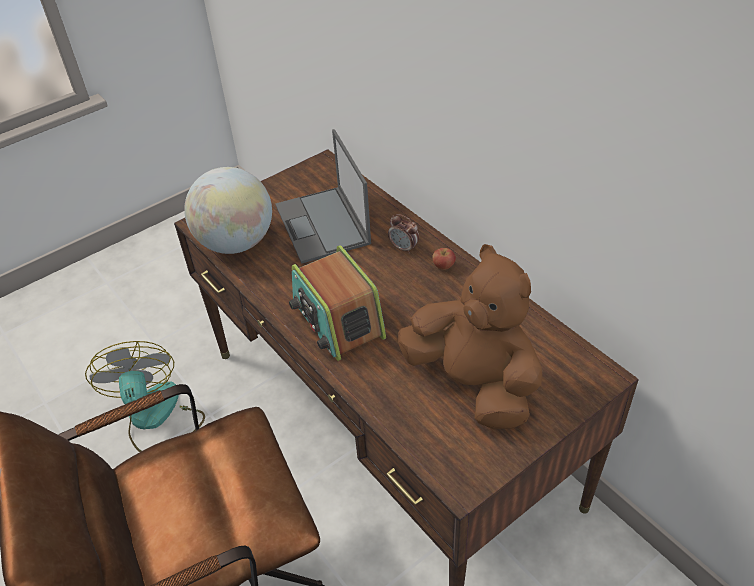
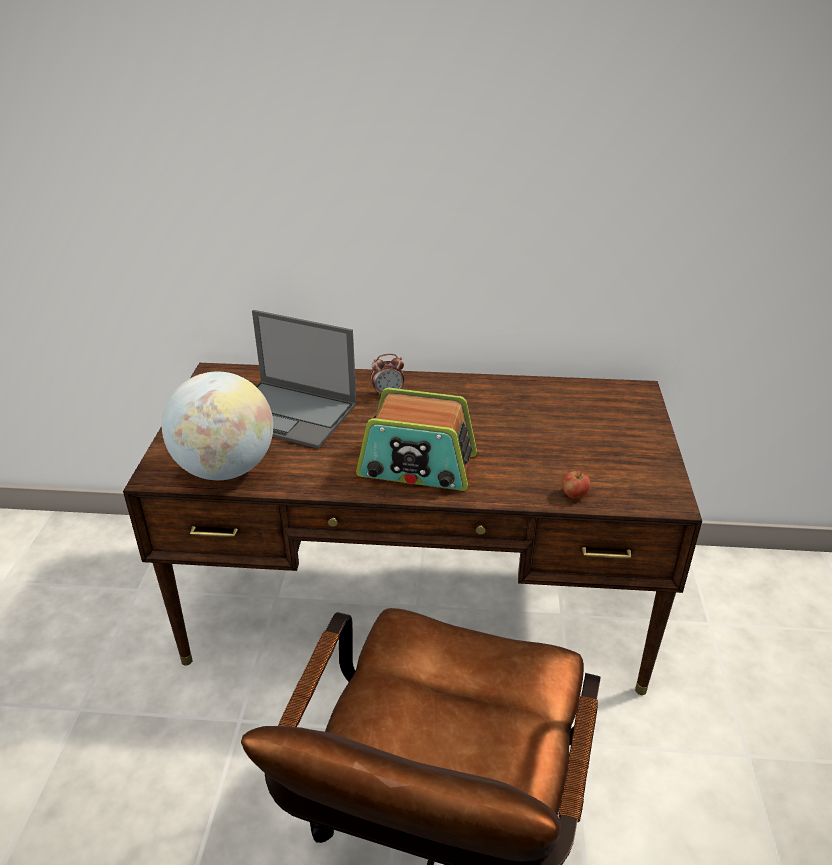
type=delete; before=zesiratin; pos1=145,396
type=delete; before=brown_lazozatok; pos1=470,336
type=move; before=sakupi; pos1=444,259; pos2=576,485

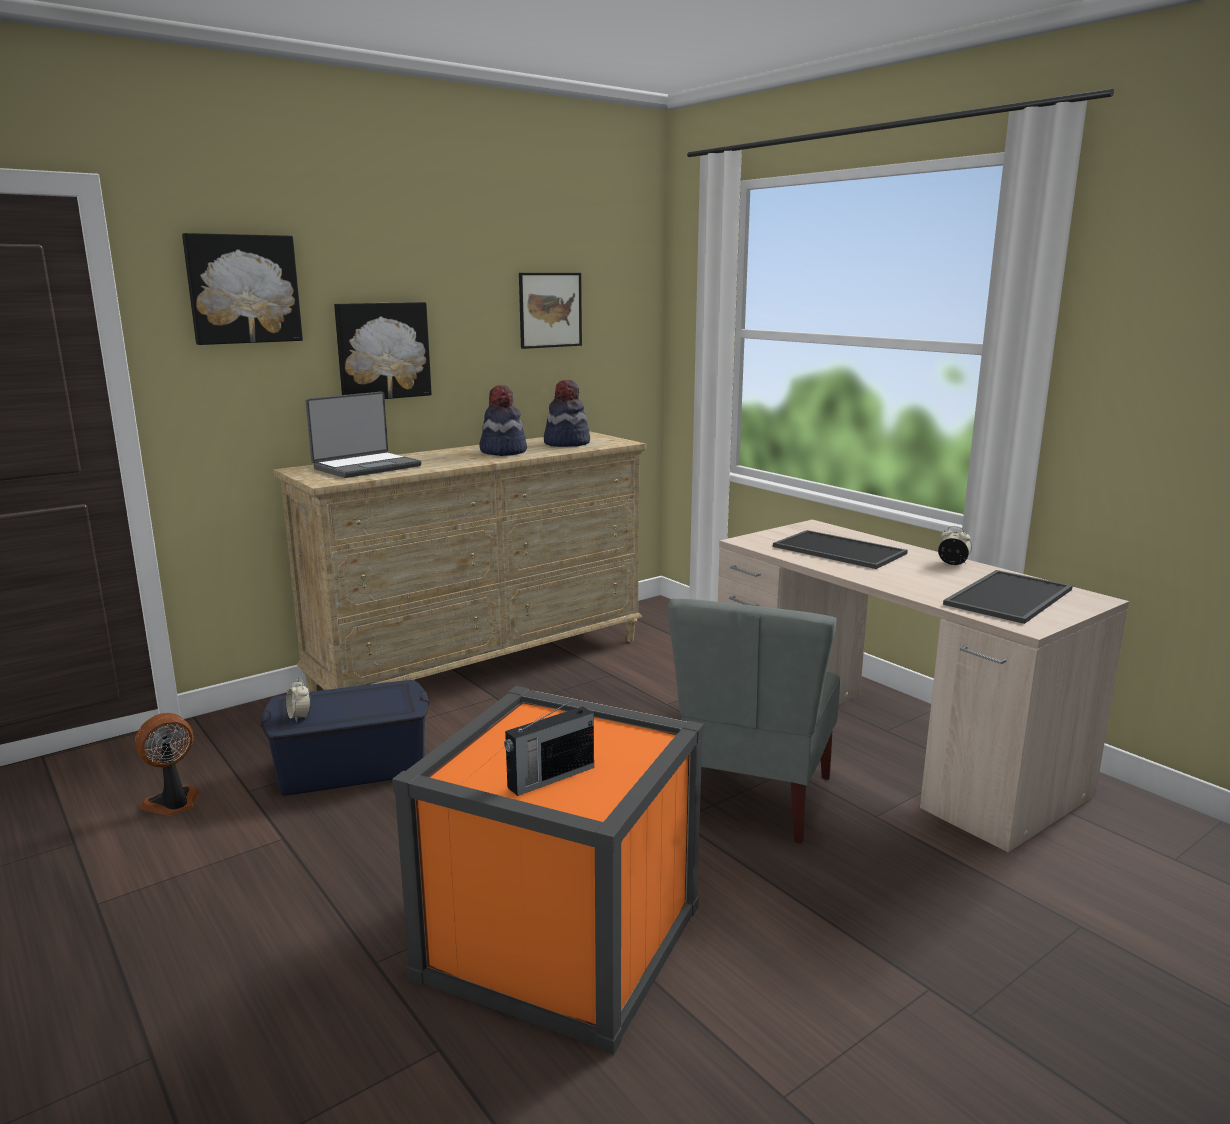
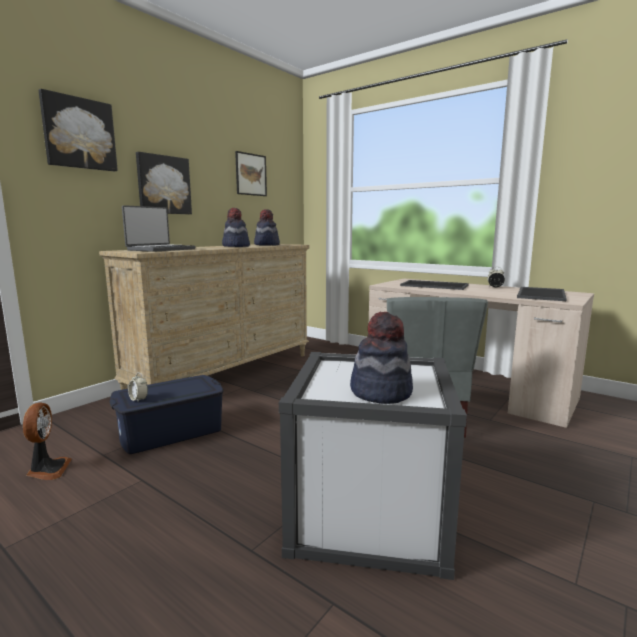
type=rotate; before=zesiratin; pos1=166,764; pos2=47,441; turn=135
type=recolor; before=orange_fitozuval; after=white_fitozuval; pos1=548,870; pos2=373,466
type=replace; before=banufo; after=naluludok; pos1=549,746; pos2=381,357

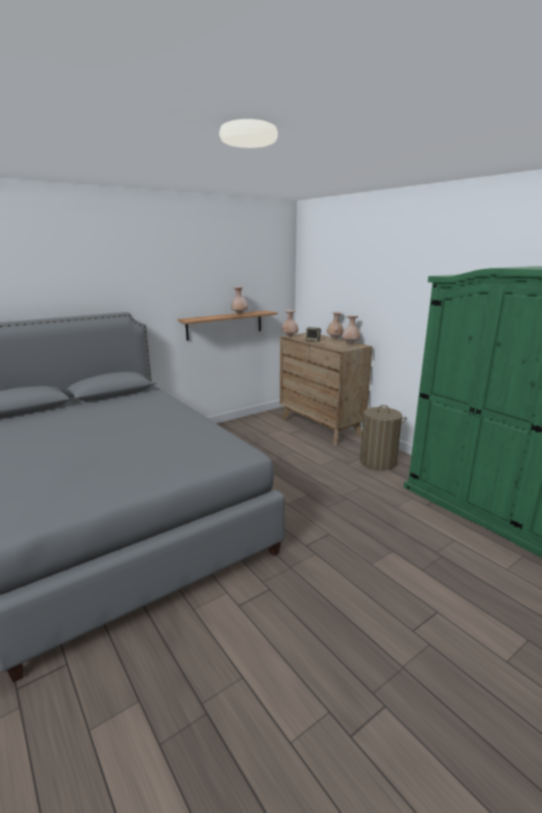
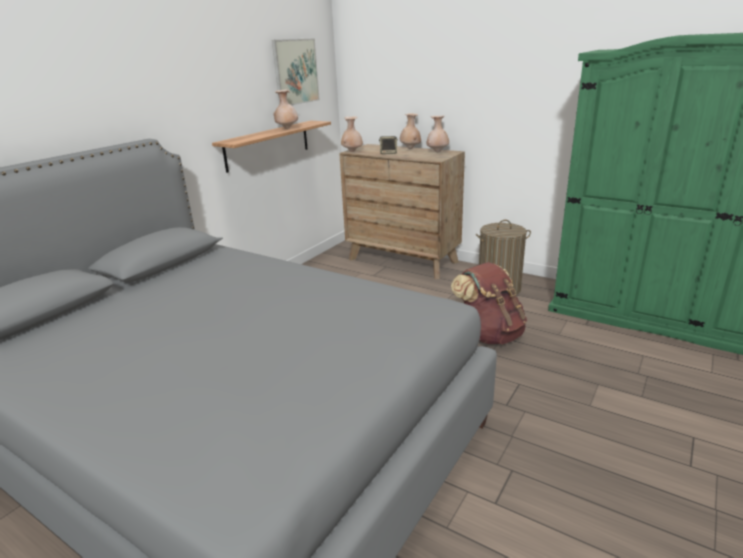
type=insert; after=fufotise; pos2=296,72
type=insert; after=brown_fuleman; pos2=489,303

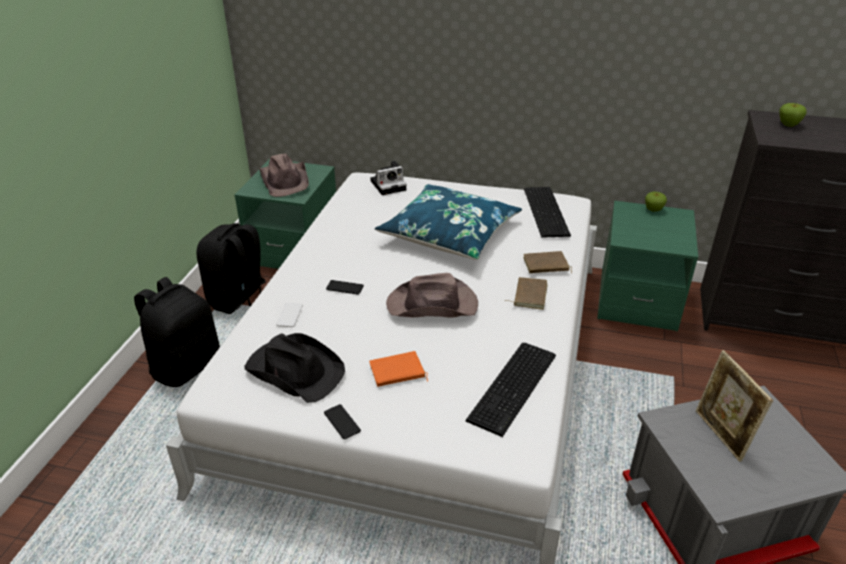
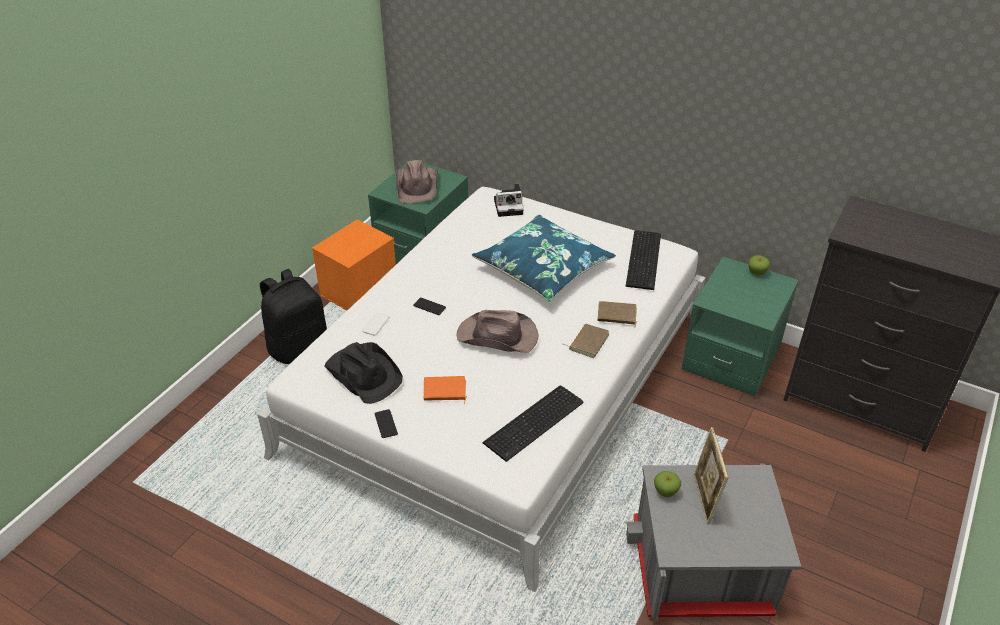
type=replace; before=black_fuleman; after=orange_fitozuval; pos1=231,268; pos2=354,265
type=move; before=sakupi; pos1=793,115; pos2=667,484

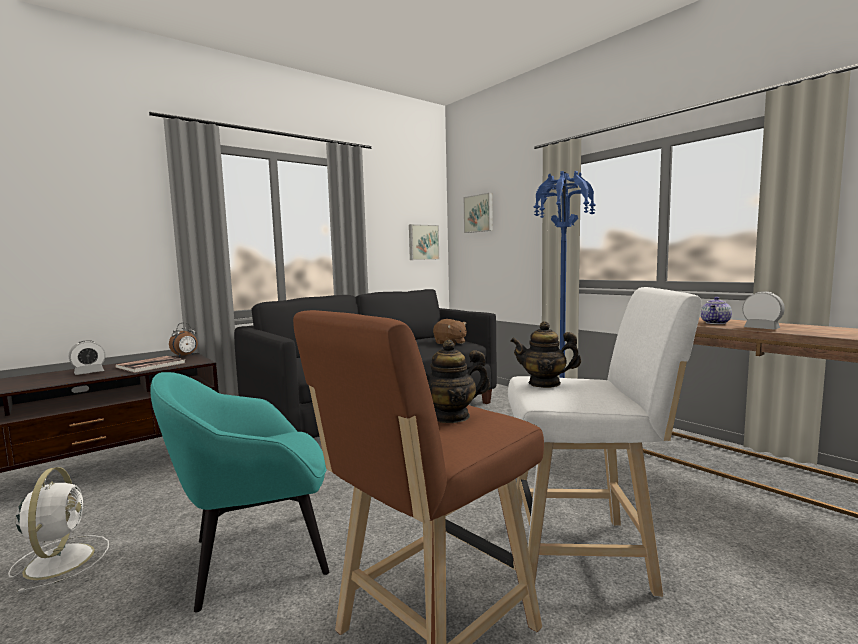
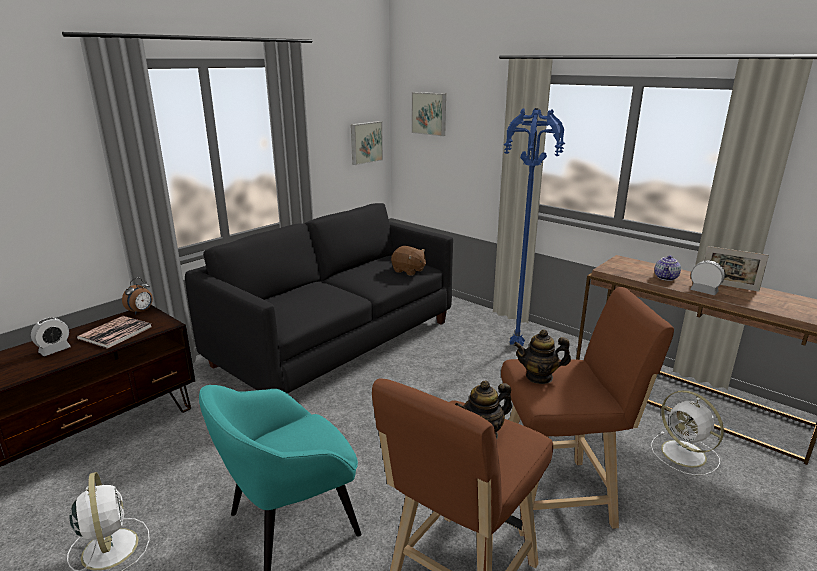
type=recolor; before=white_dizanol; after=brown_dizanol; pos1=604,442; pos2=587,411
type=insert; after=white_zesiratin; pos2=687,433
type=insert; after=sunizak; pos2=736,269

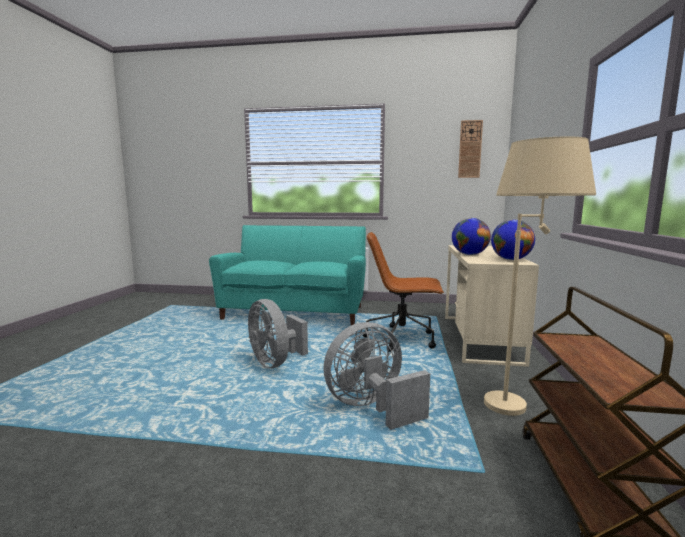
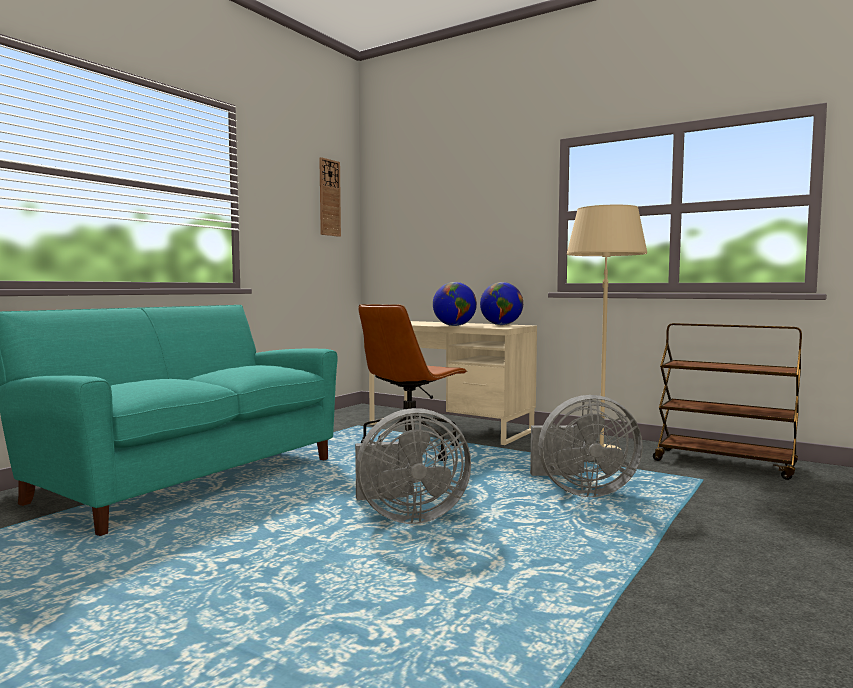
type=rotate; before=grey_zesiratin; pos1=376,376; pos2=586,446; turn=-90

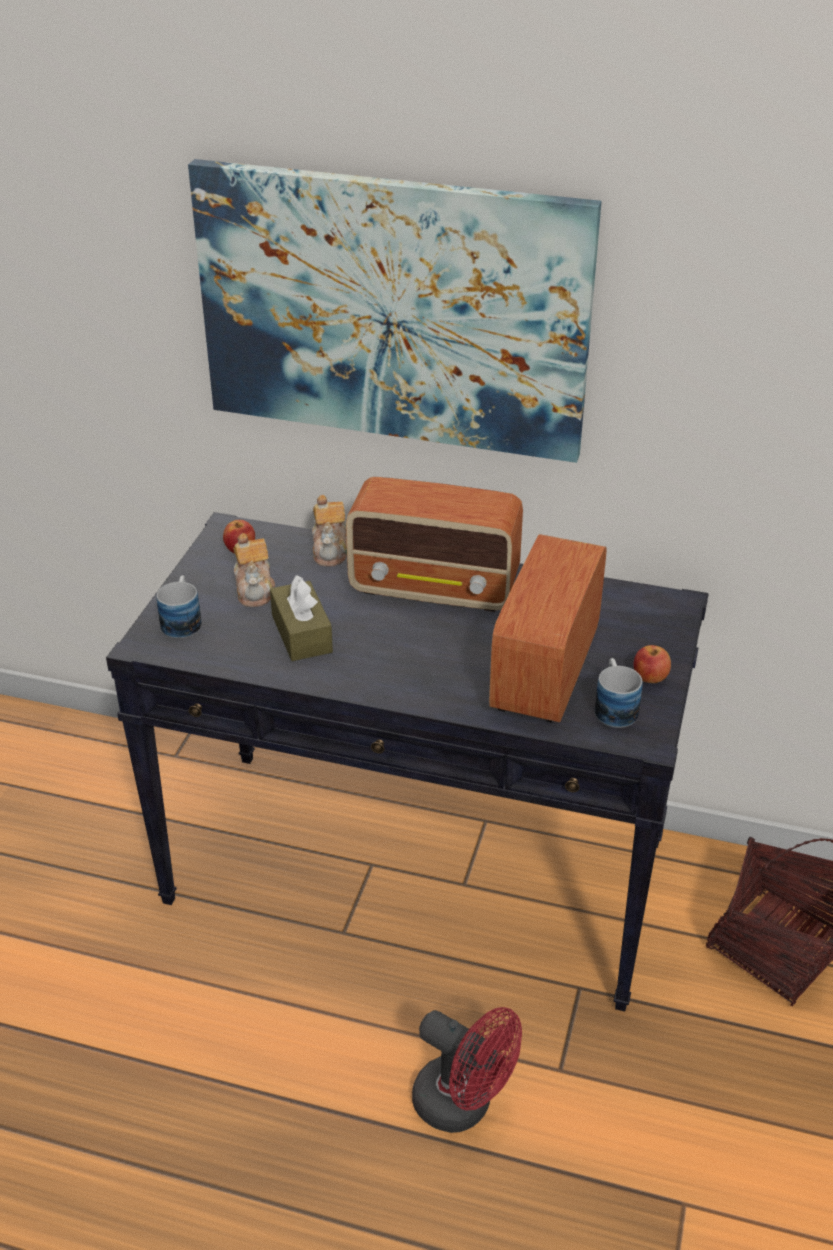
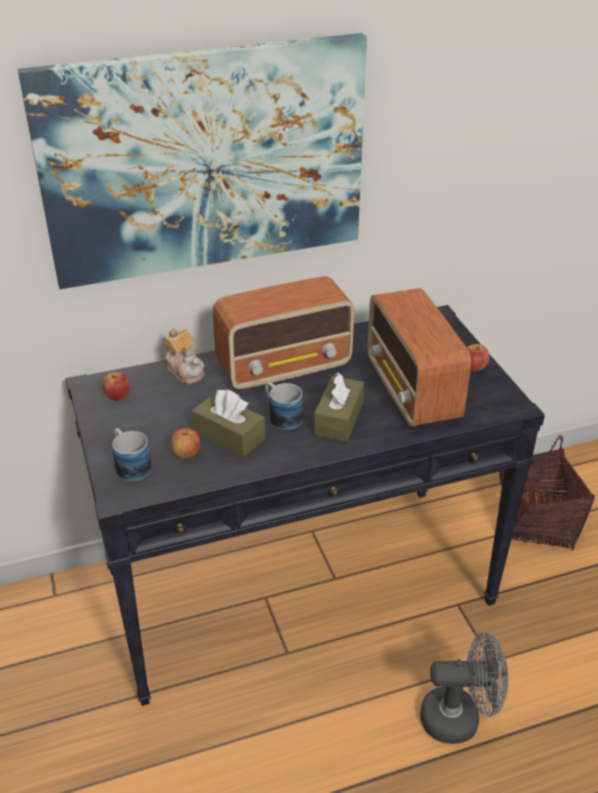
type=delete; before=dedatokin; pos1=254,570
type=recolor; before=red_zesiratin; after=grey_zesiratin; pos1=467,1070; pos2=464,688
type=move; before=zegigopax; pos1=619,693; pos2=284,406
type=insert; after=sakupi; pos2=185,443
type=insert; after=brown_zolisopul; pos2=339,407

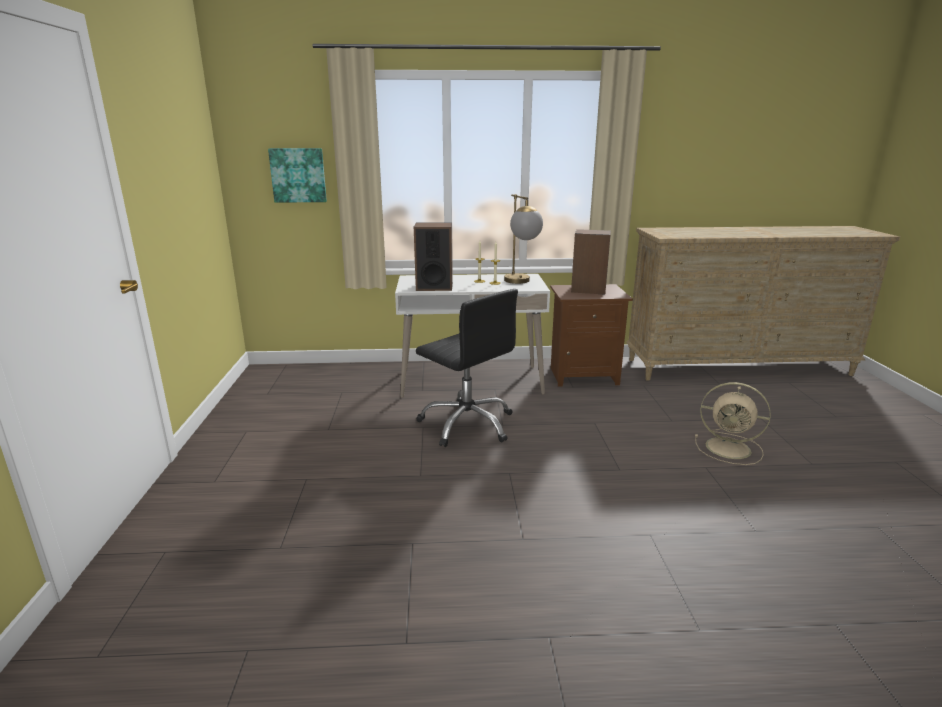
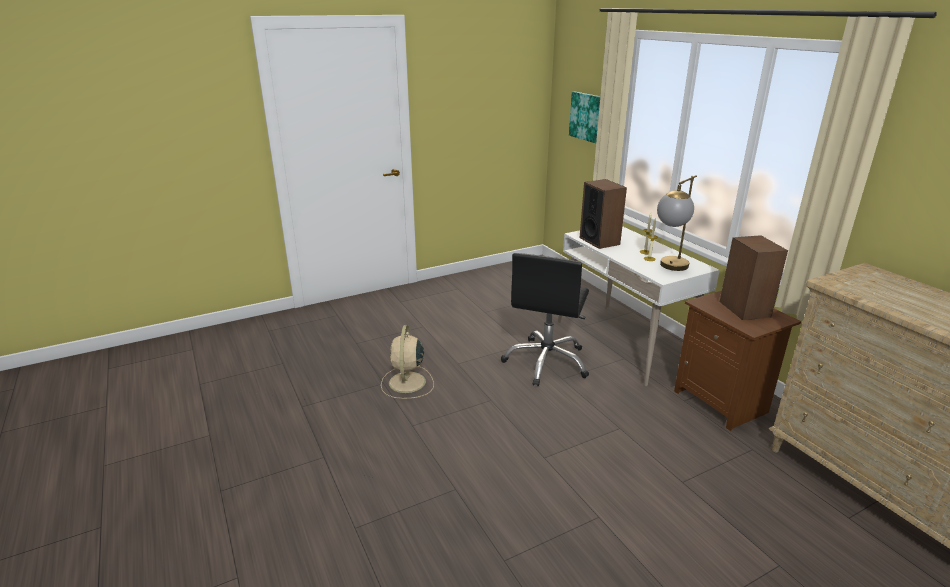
type=move; before=beige_zesiratin; pos1=733,423; pos2=407,362

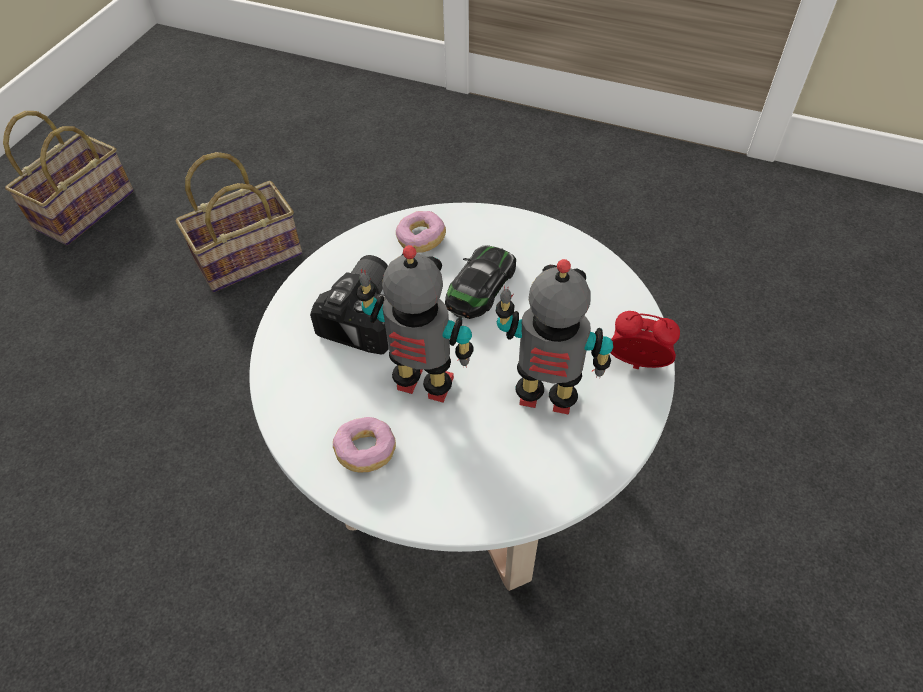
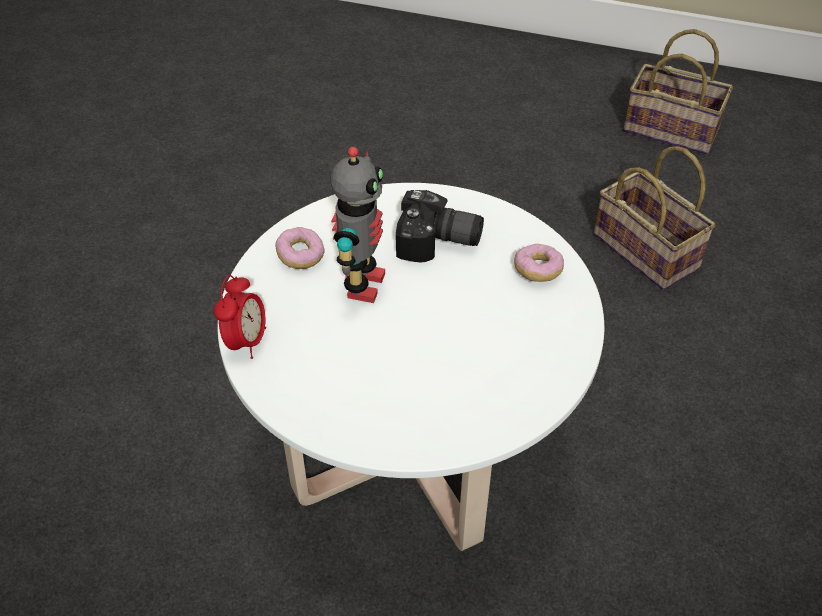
type=delete; before=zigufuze; pos1=480,282
type=delete; before=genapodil; pos1=554,337
type=move; before=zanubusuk; pos1=645,340; pos2=240,317

